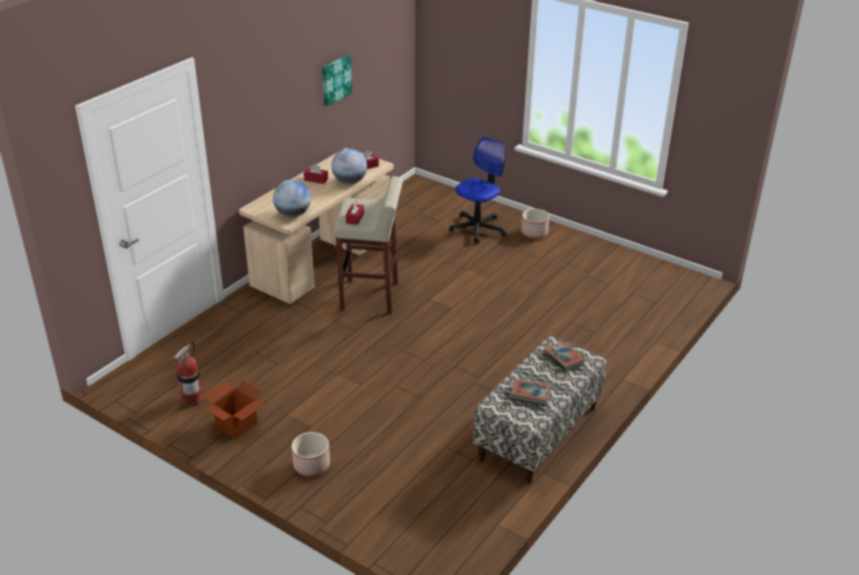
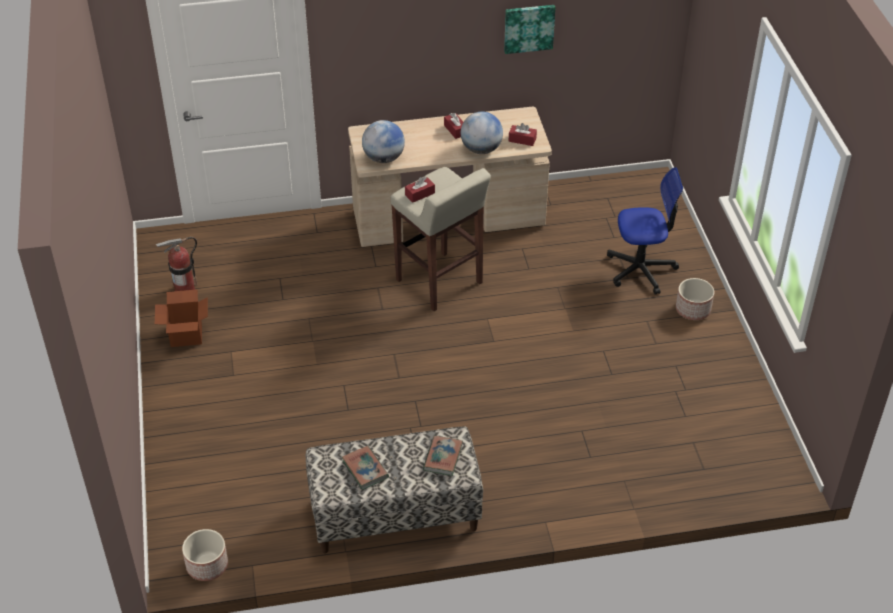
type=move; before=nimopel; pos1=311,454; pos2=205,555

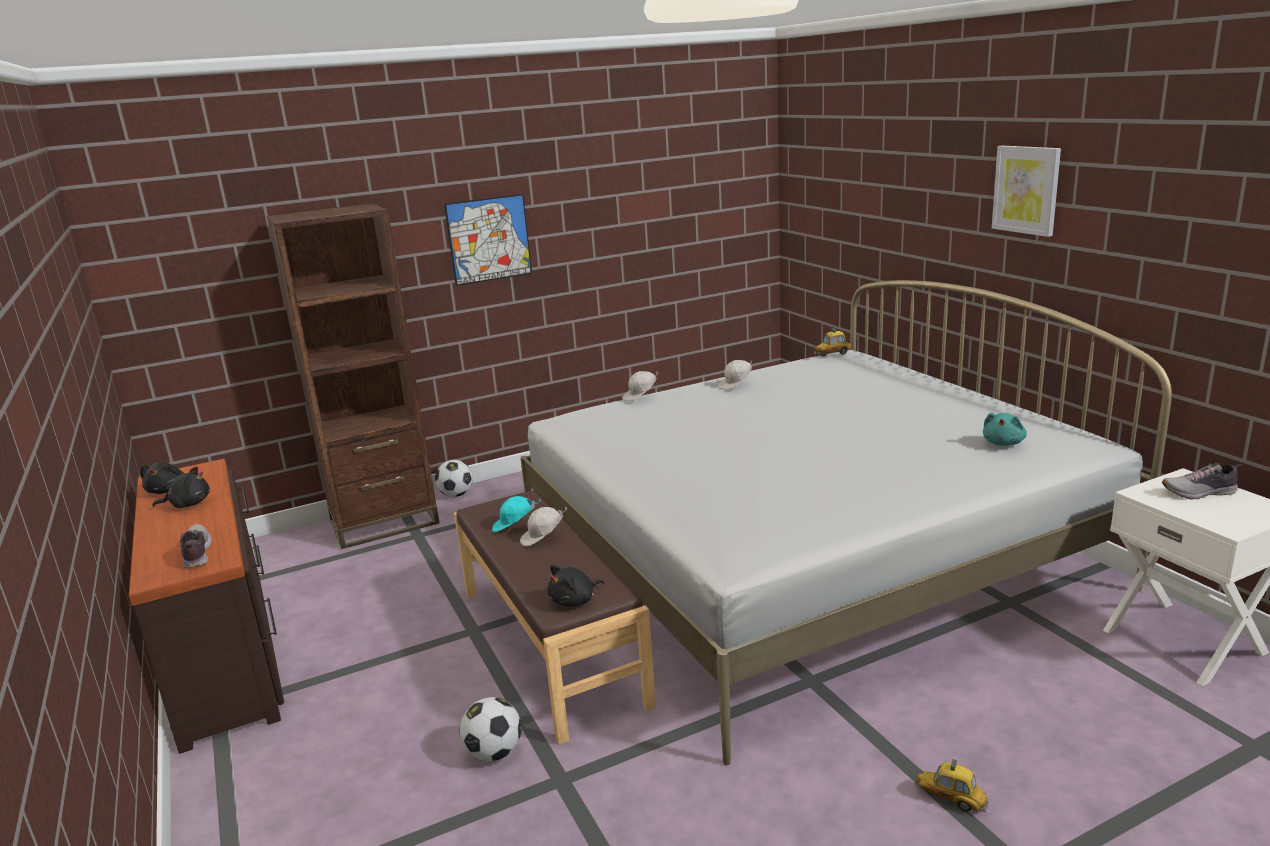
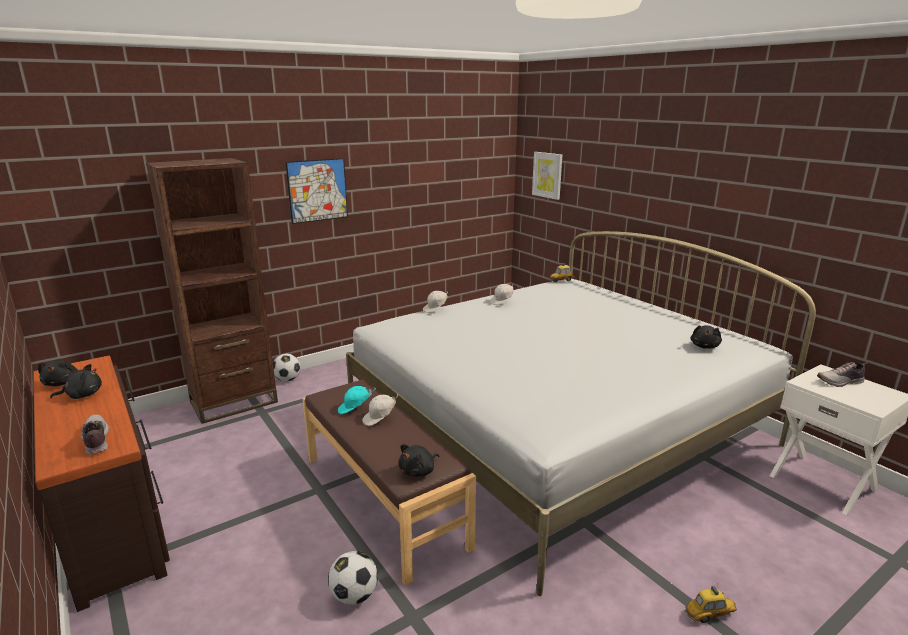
type=rotate; before=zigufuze; pos1=952,785; pos2=710,604; turn=150
type=recolor; before=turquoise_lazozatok; after=black_lazozatok; pos1=1005,429; pos2=706,337
type=move; before=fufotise; pos1=1026,191; pos2=547,176

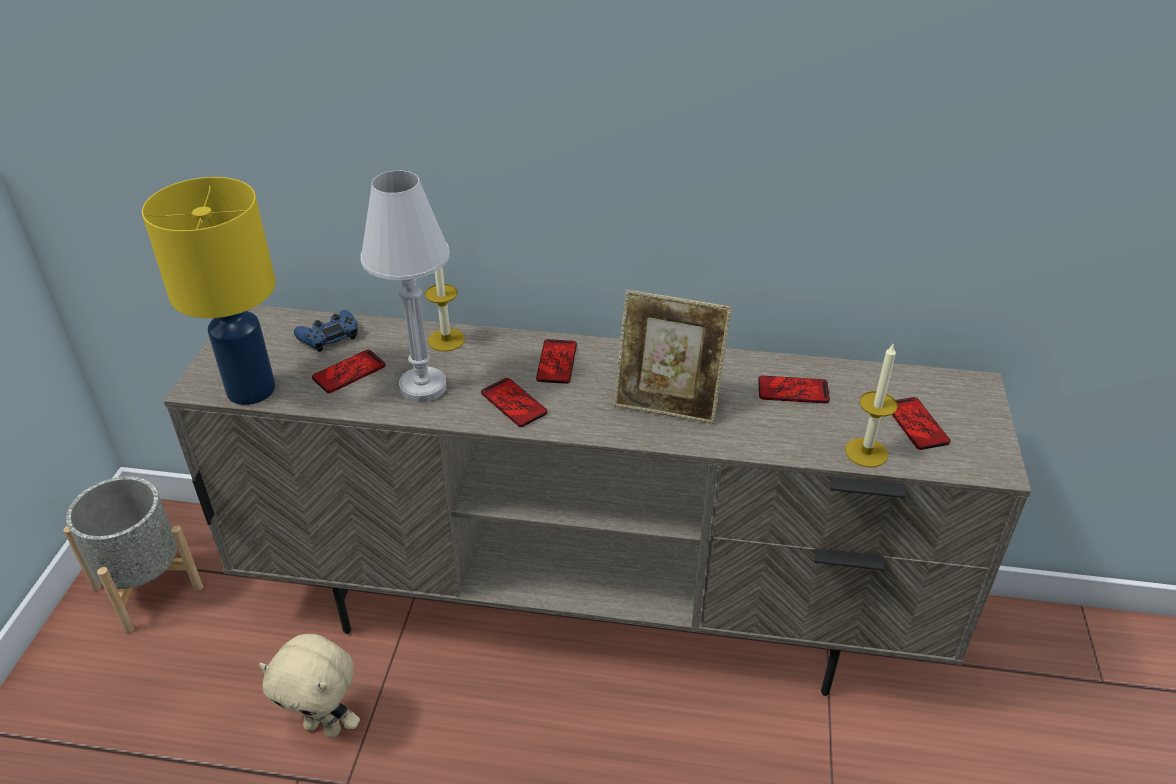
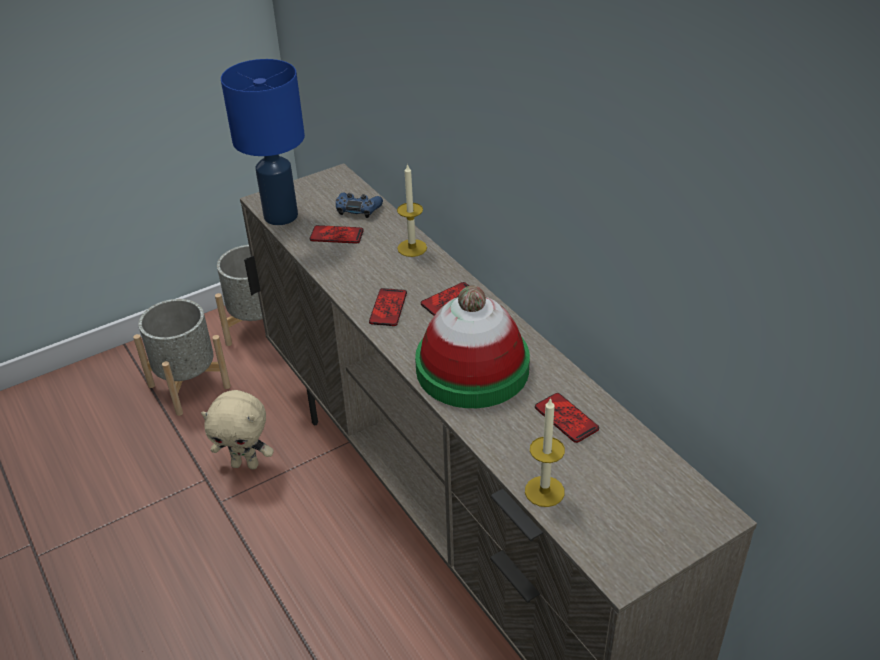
type=recolor; before=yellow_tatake; after=blue_tatake; pos1=209,291; pos2=263,142
type=rotate; before=beige_lazozatok; pos1=309,686; pos2=237,429; turn=-60
type=delete; before=white_tatake; pos1=405,287
type=replace; before=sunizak; after=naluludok; pos1=672,357; pos2=472,347
type=delete; before=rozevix; pos1=921,423
type=insert; after=grey_nimopel; pos2=182,357

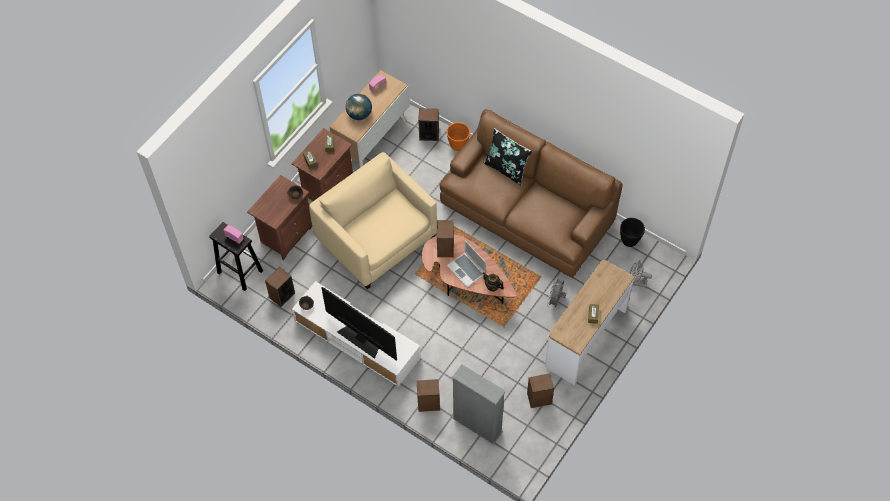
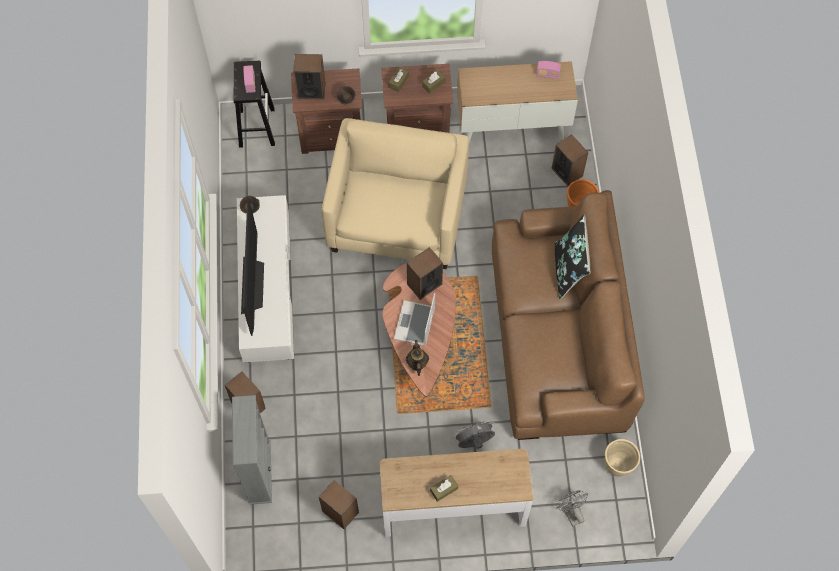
type=move; before=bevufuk; pos1=280,287; pos2=309,77
type=delete; before=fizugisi; pos1=359,107
type=recolor; before=black_nimopel; after=beige_nimopel; pos1=632,232; pos2=622,458

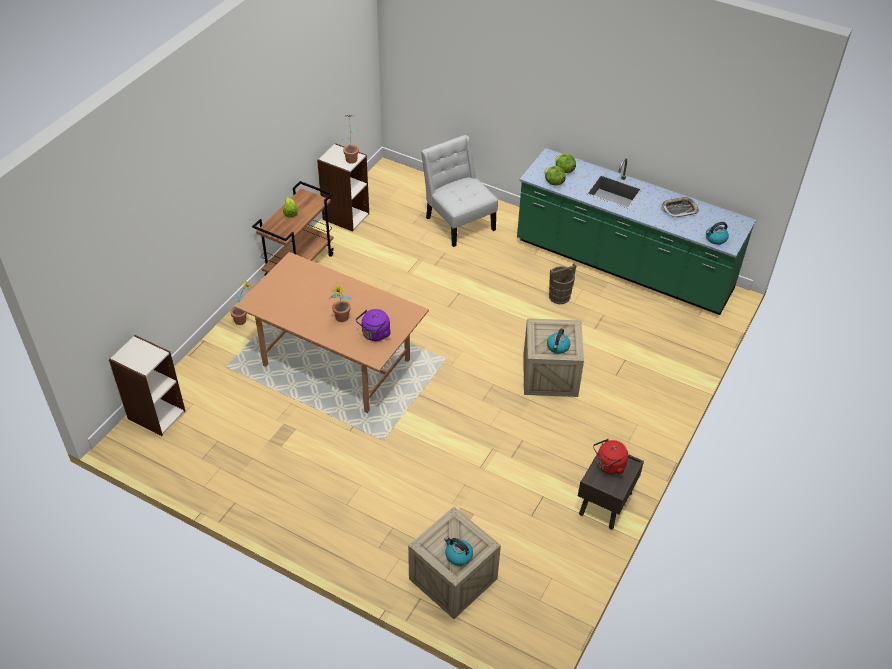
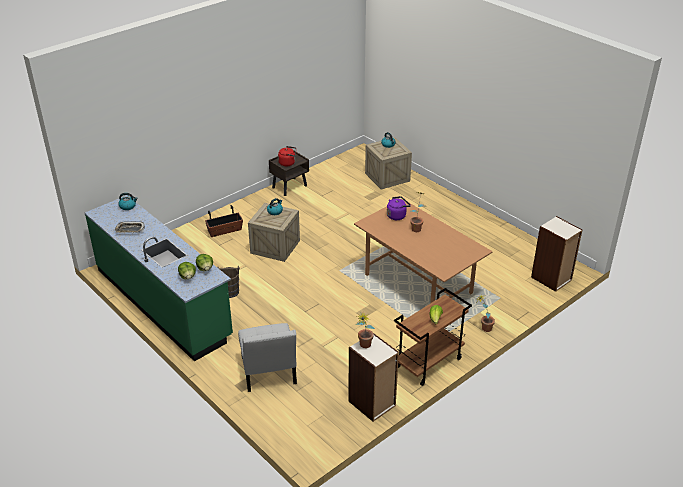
type=insert; after=nimopel; pos2=224,221

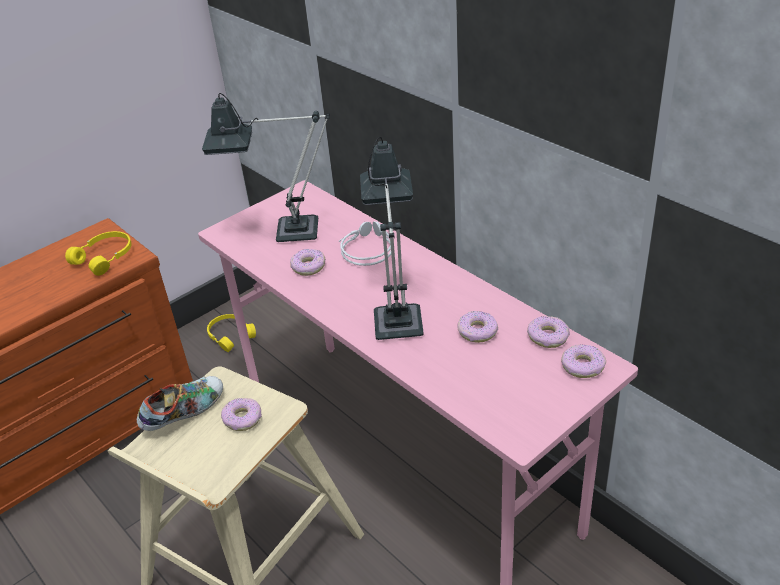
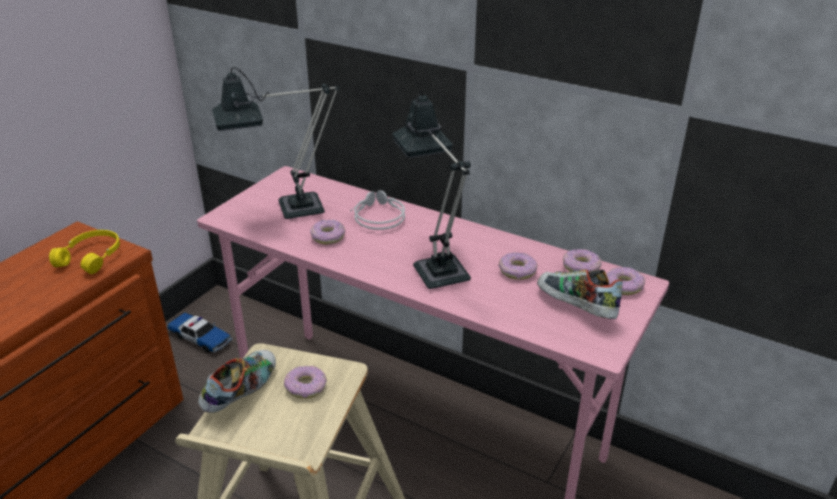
type=replace; before=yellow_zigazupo; after=zigufuze; pos1=231,333; pos2=199,333
type=insert; after=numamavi; pos2=580,294

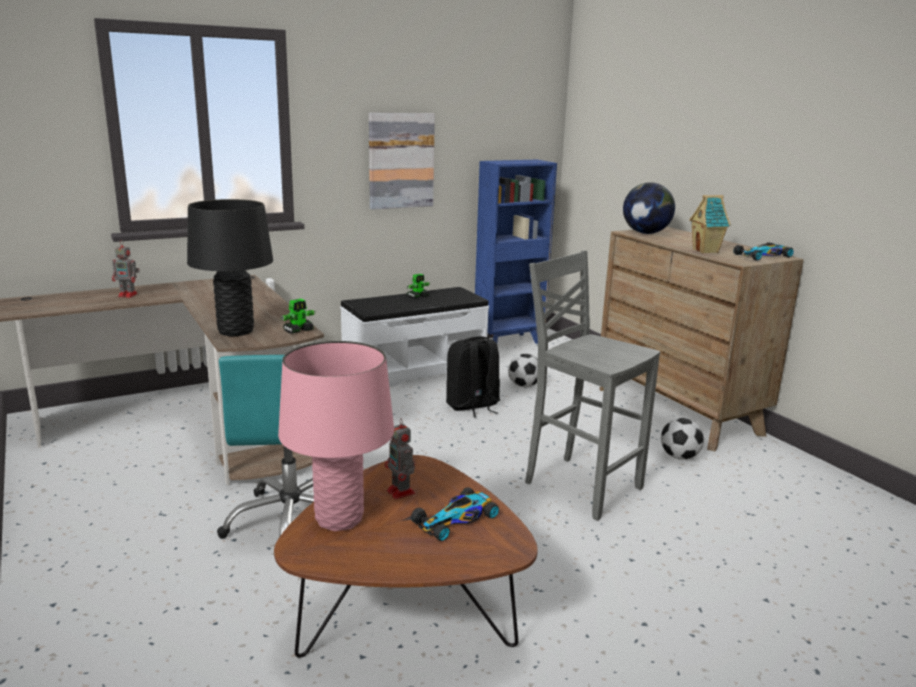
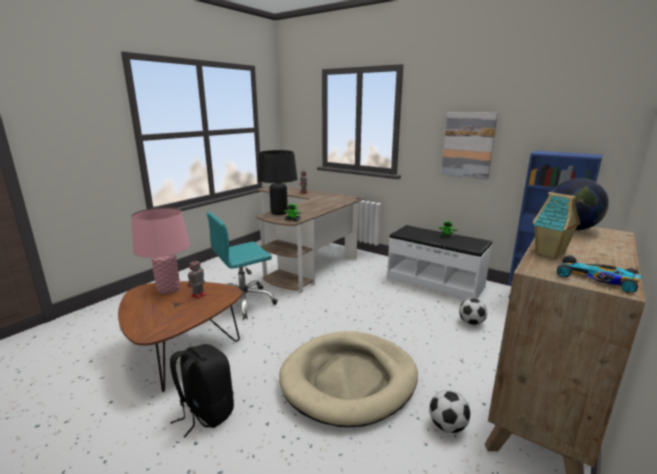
type=delete; before=zigufuze; pos1=455,514
type=move; before=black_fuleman; pos1=473,377; pos2=202,390
type=replace; before=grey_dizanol; after=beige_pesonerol; pos1=592,385; pos2=348,379

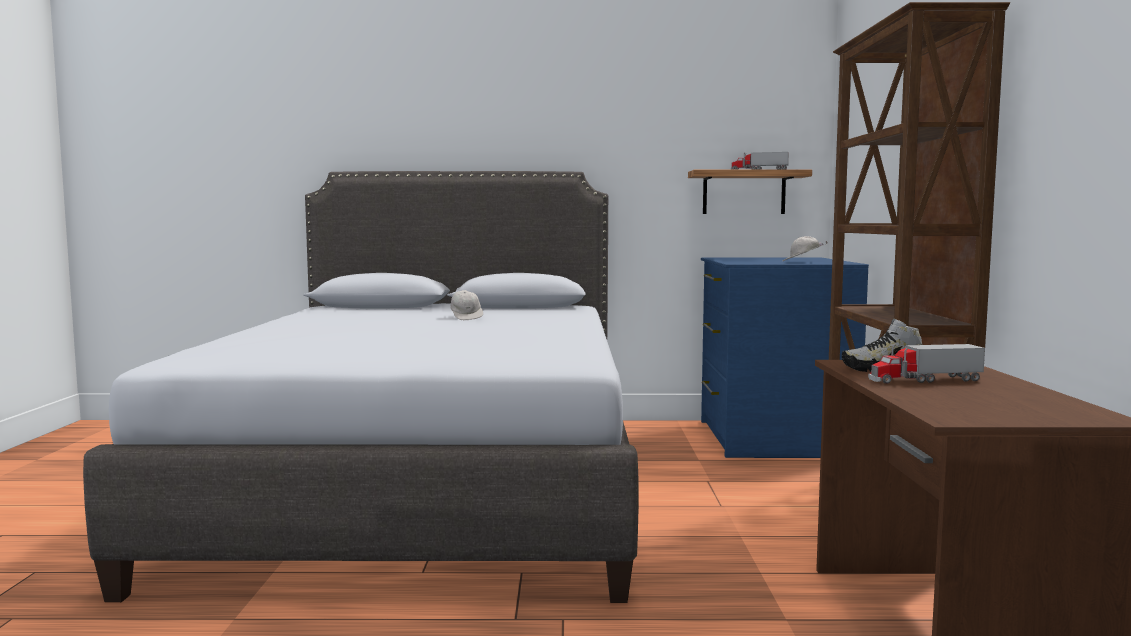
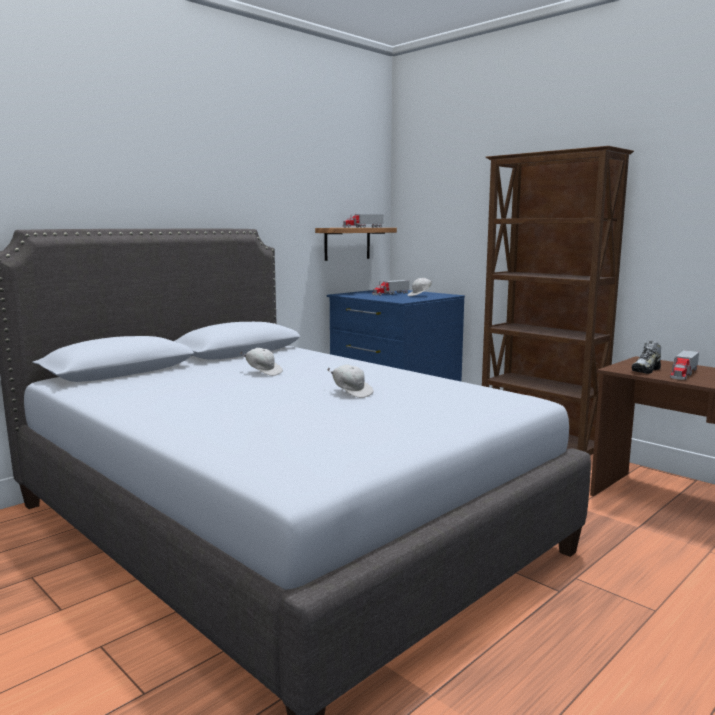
type=insert; after=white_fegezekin; pos2=350,381
type=insert; after=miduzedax; pos2=390,288

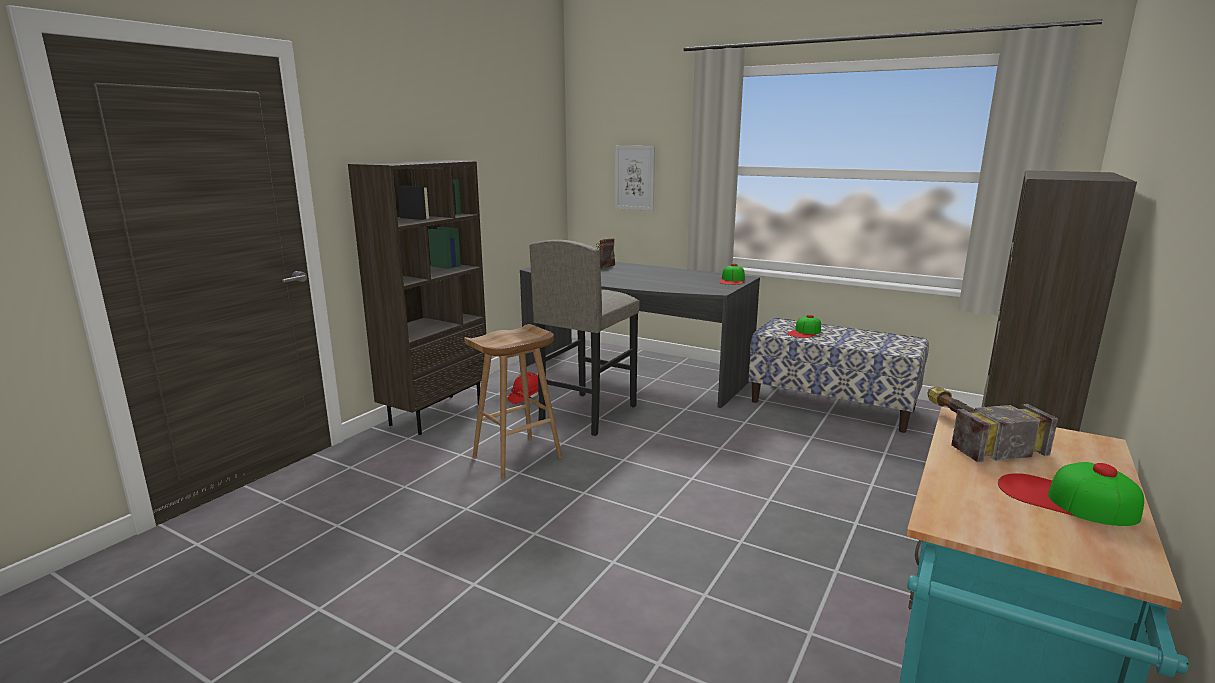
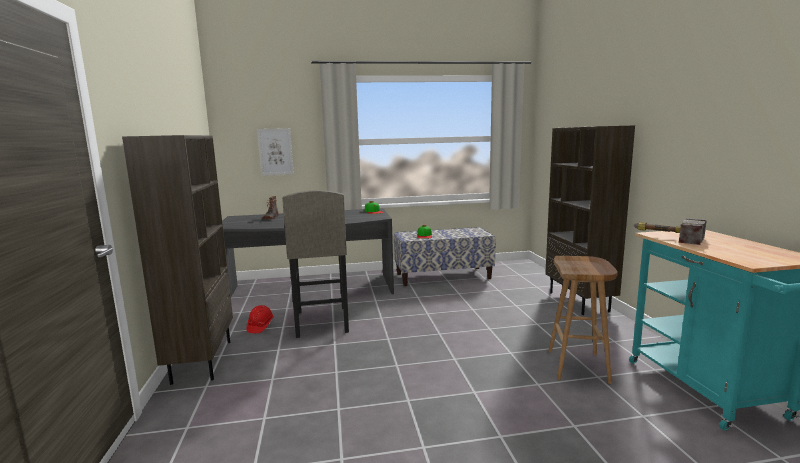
type=move; before=brown_dizanol; pos1=513,401; pos2=583,320
type=delete; before=fegezekin; pos1=1071,494

